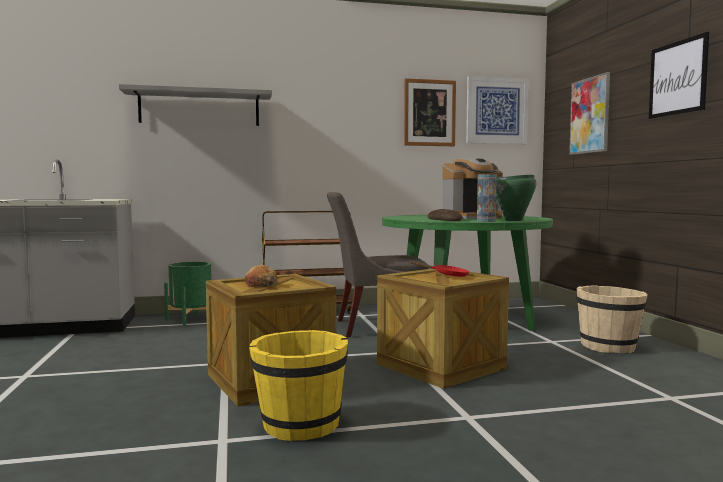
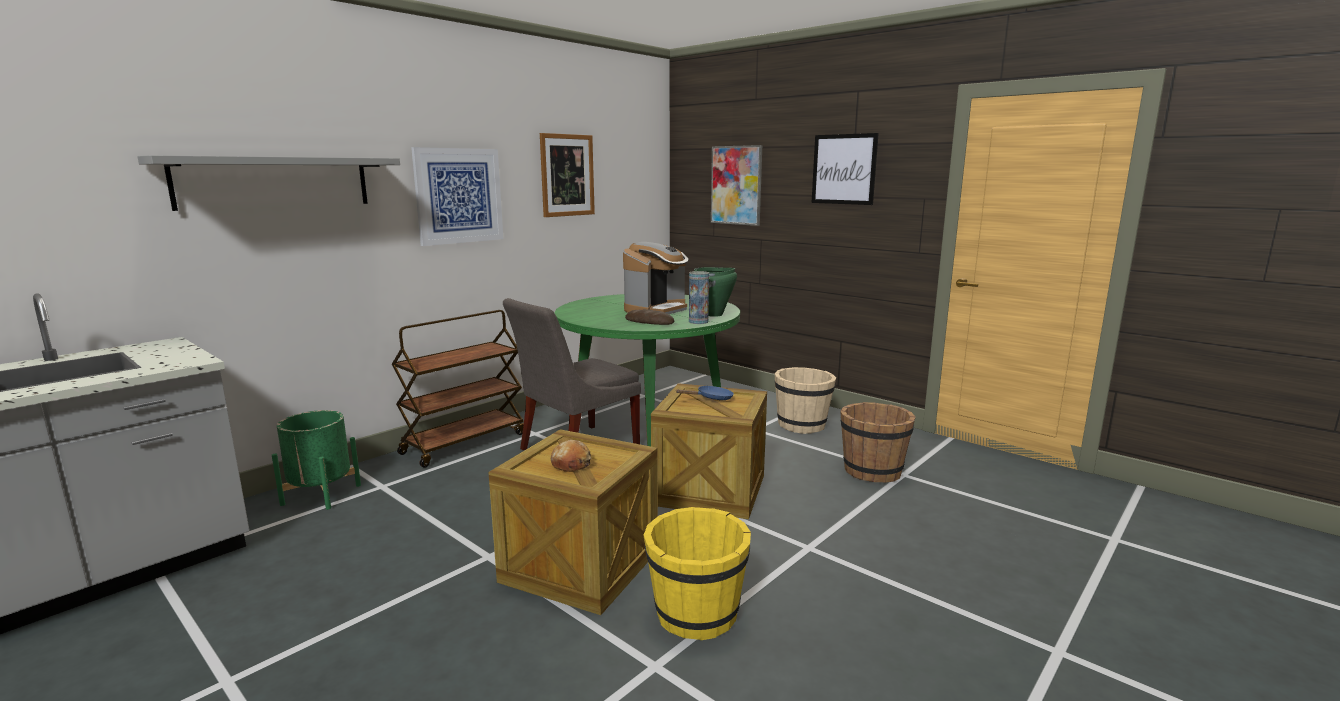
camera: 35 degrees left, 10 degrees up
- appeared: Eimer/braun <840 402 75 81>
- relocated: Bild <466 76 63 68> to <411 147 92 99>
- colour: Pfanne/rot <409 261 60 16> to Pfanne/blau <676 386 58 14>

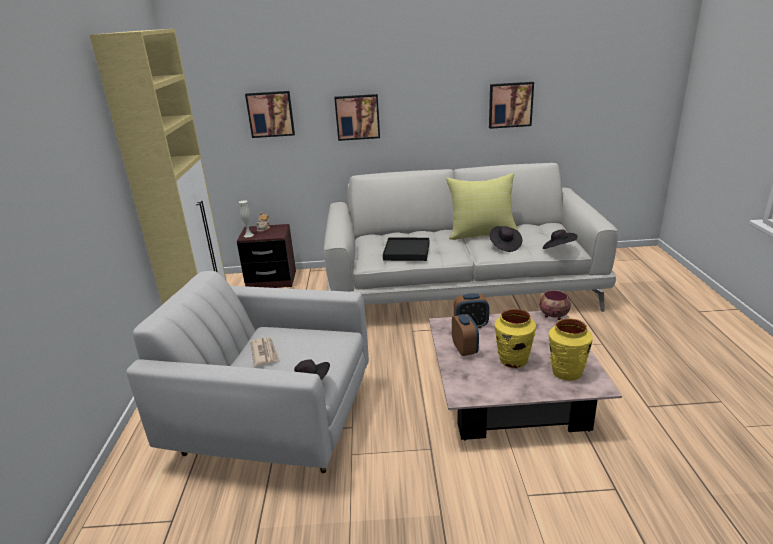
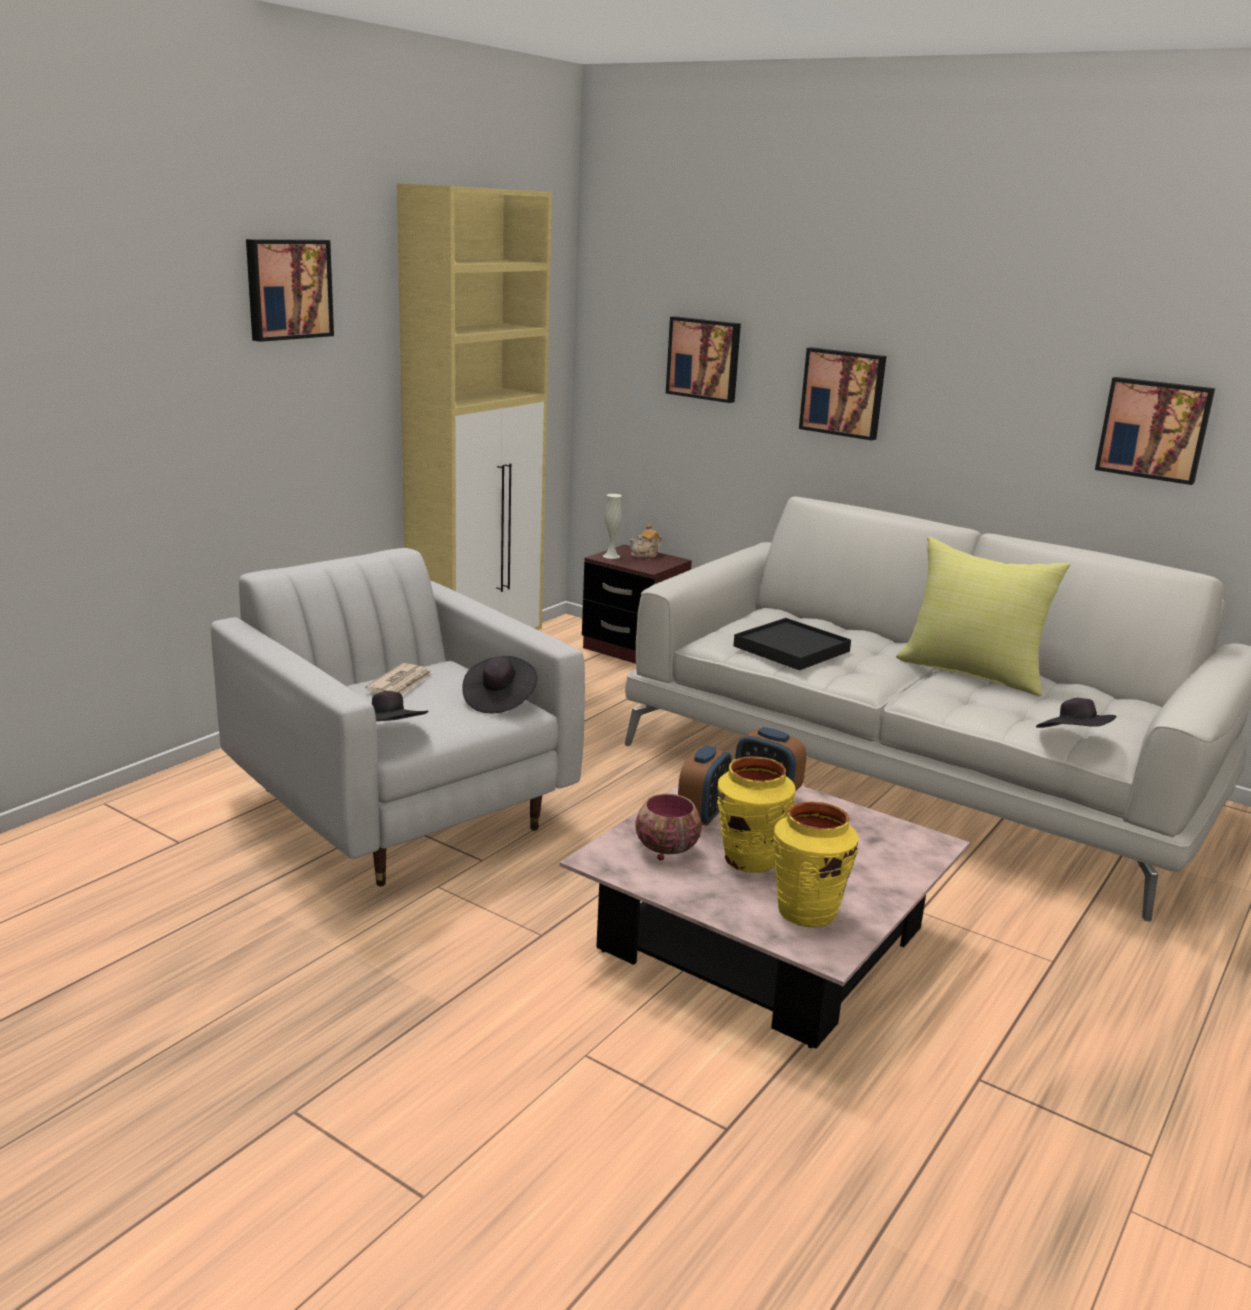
camera: 35 degrees right, 5 degrees down
- appeared: Bild <246 239 88 103>
- relocated: Hut/schwarz <489 226 33 26> to <462 656 76 57>
- relocated: Schüssel <539 290 32 30> to <635 794 67 66>

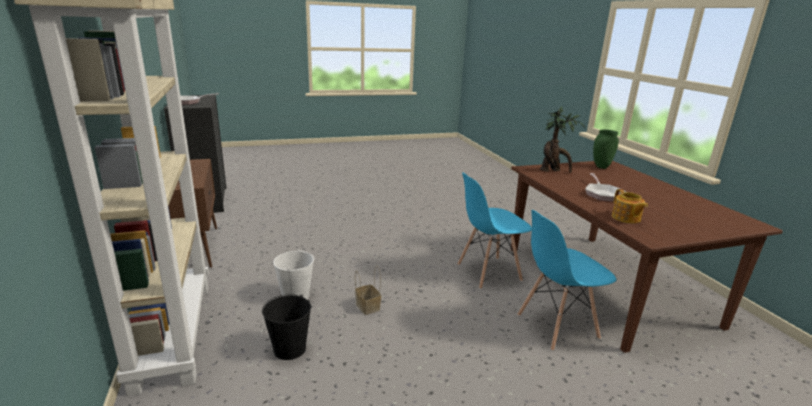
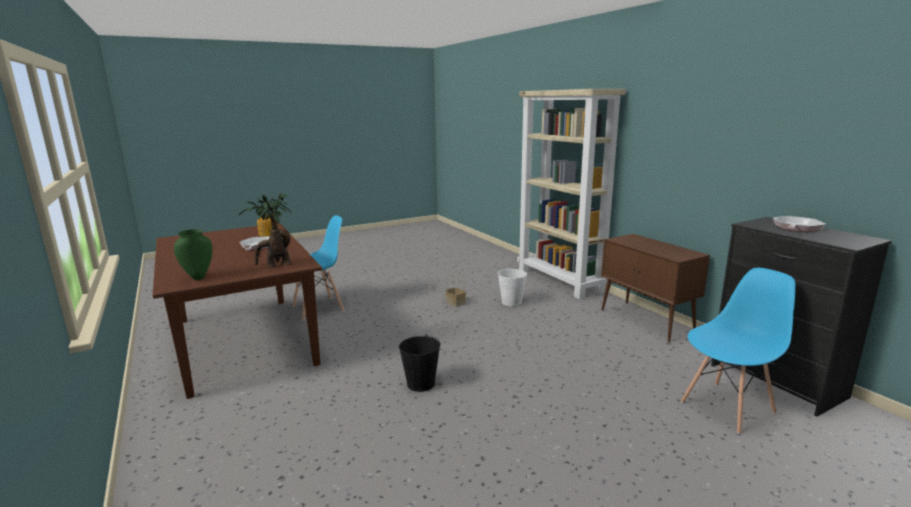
camera: 170 degrees right, 5 degrees down
- relocated: Eimer/schwarz <262 294 49 66> to <399 334 42 58>
- relocated: Stuhl/blau <458 172 74 117> to <681 268 115 166>

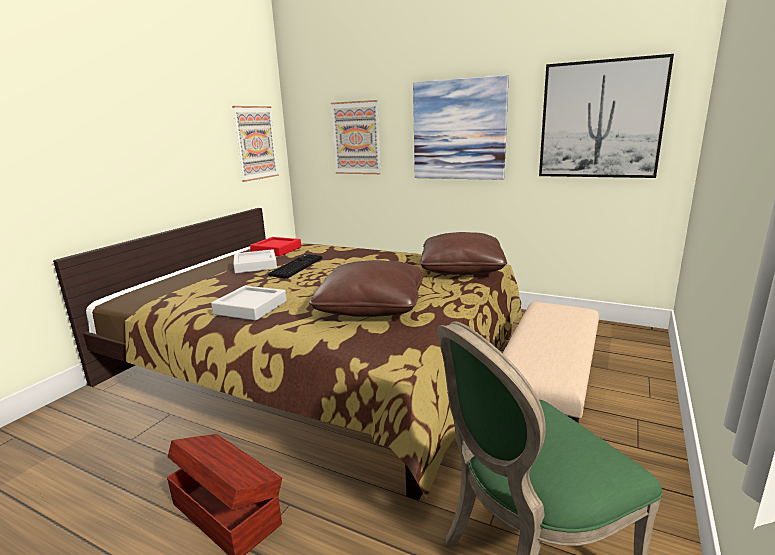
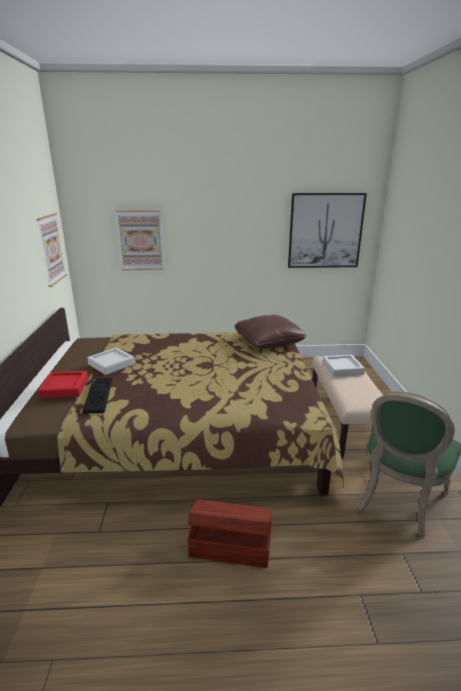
camera: 30 degrees left, 5 degrees up
- missing: Kissen/braun <309 260 115 57>
- missing: Bild <413 75 96 105>
- relocated: Tablett/grau <211 286 76 35> to <323 355 42 22>
- relocated: Tablett/rot <250 237 51 19> to <38 371 50 27>
- relocated: Tastatur <268 254 54 25> to <82 378 30 36>

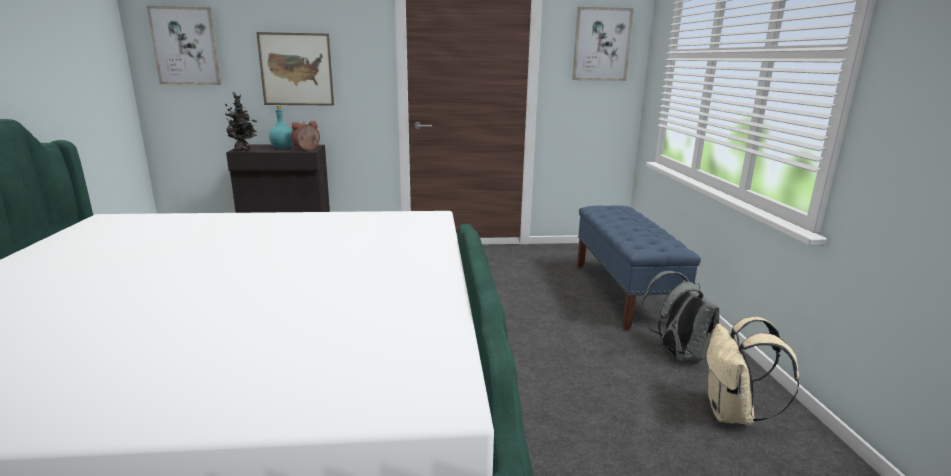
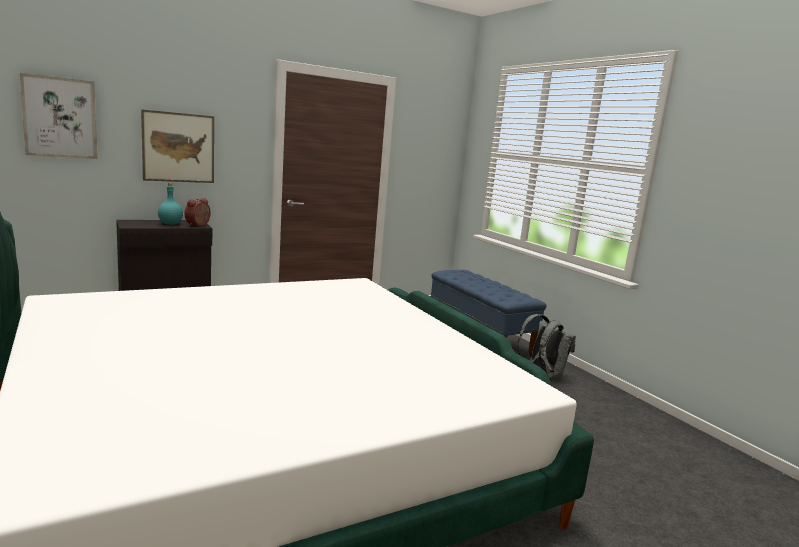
camera: 25 degrees left, 5 degrees down
- missing: Topfpflanze <222 92 35 59>
- missing: Bild <572 7 62 74>
- missing: Rucksack/beige <706 317 93 108>

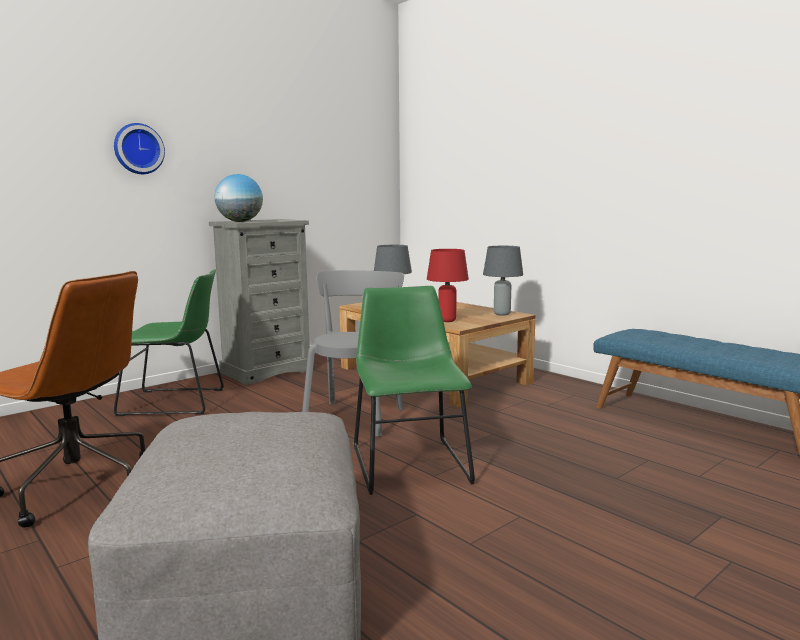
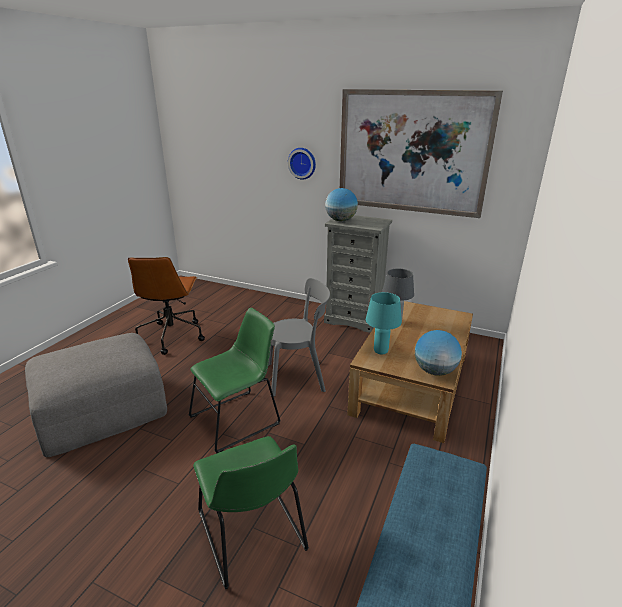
camera: 65 degrees right, 15 degrees up
- appeared: Bild <340 89 163 129>
- relocated: Stuhl/grün <113 269 111 147> to <193 436 116 154>
- exchanged: Tischlampe/grau <483 246 40 70> to Globus <415 330 47 46>
- colour: Tischlampe/rot <427 249 42 73> to Tischlampe/türkis <366 292 36 63>

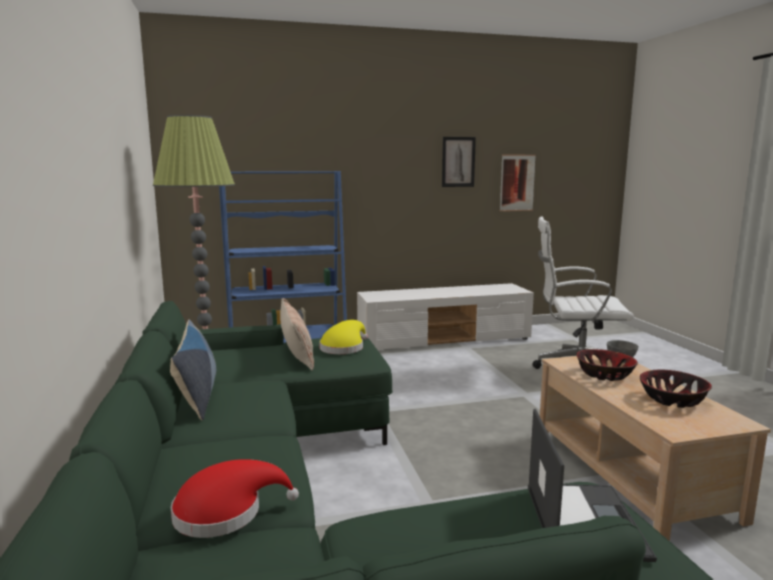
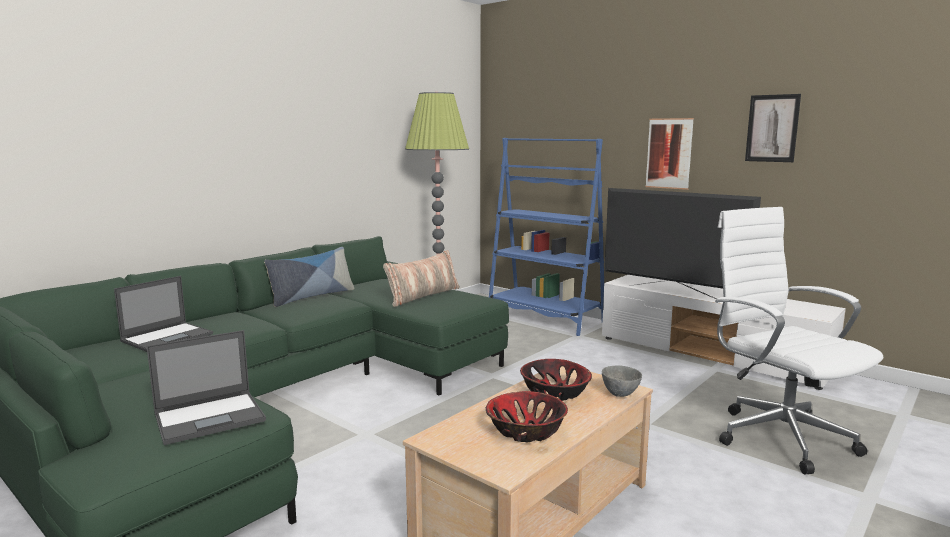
camera: 55 degrees right, 0 degrees up
- missing: Hut/gelb <319 320 49 34>
- appeared: Fernseher <604 188 157 111>
- relocated: Bild <500 155 36 56> to <645 118 49 72>
- exchanged: Hut/rot <171 459 128 79> to Laptop <114 276 99 76>

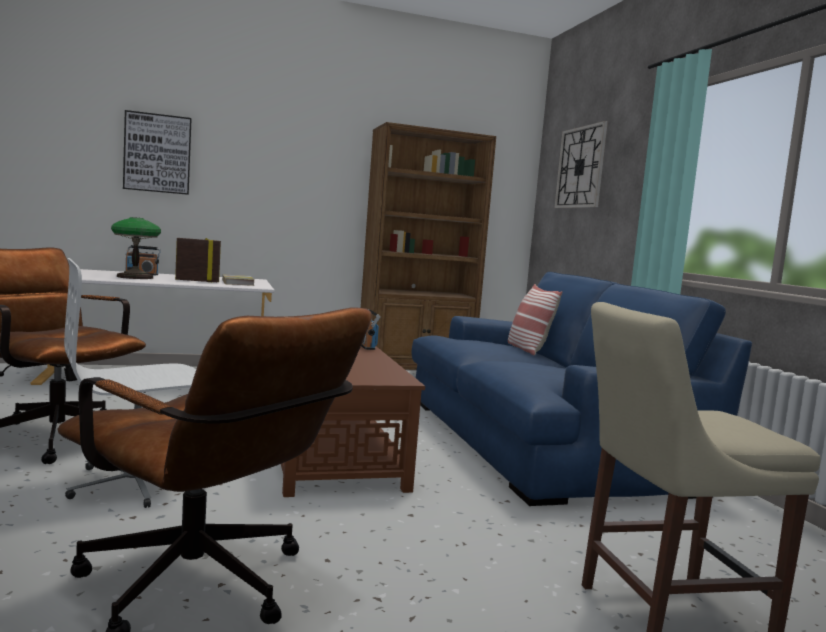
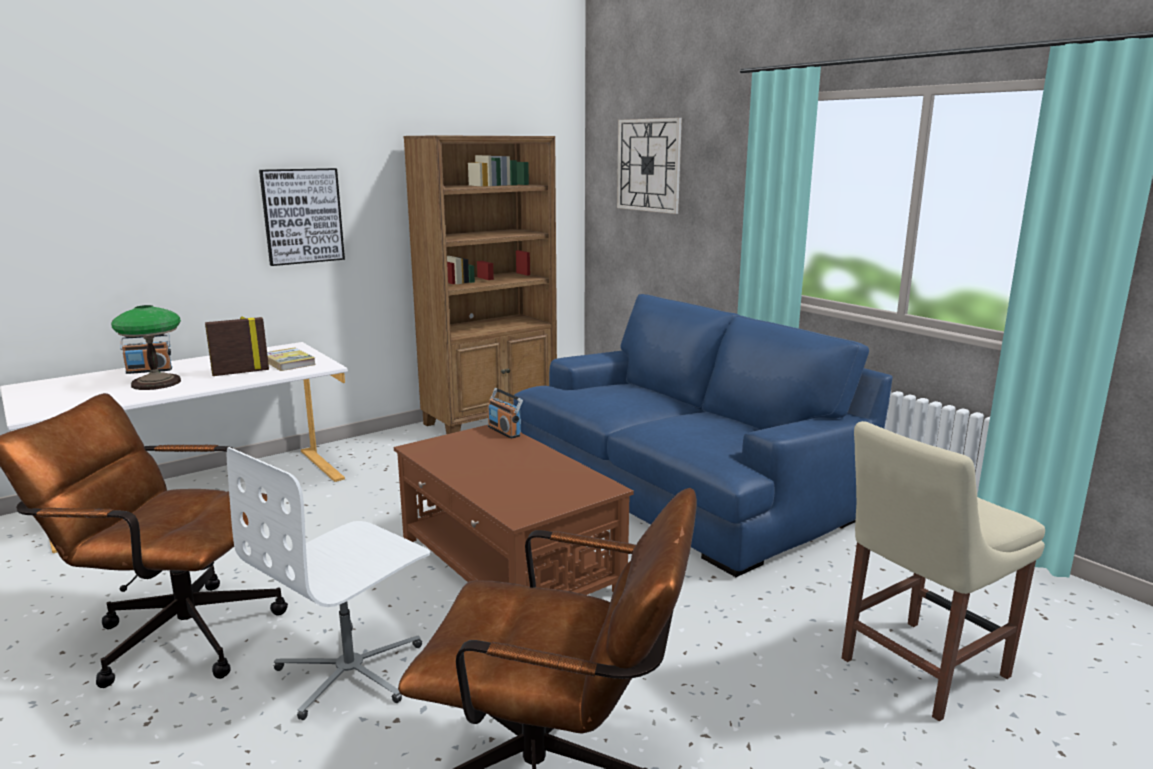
camera: 20 degrees left, 10 degrees up
- missing: Kissen <508 284 54 72>
- relocated: Bild <123 110 69 85> to <259 168 86 98>

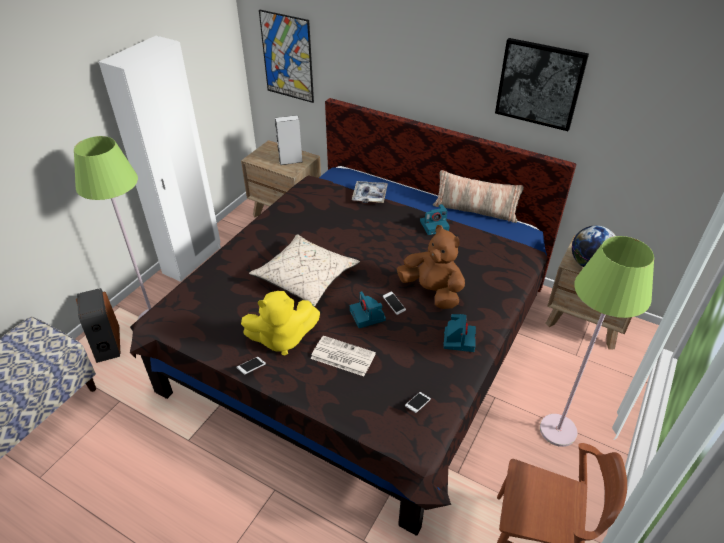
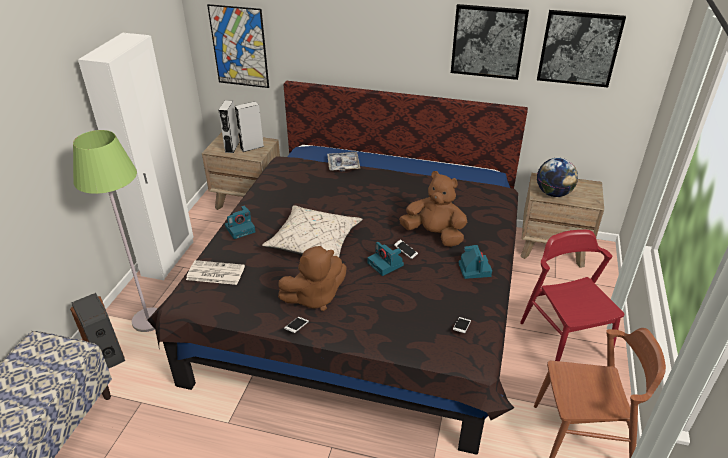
camera: 15 degrees left, 5 degrees down
- missing: Kissen <433 170 91 53>
- appeared: Lautsprecher/grau <219 100 20 53>
- appeared: Bild <537 10 89 77>
- relocated: Zeitung <310 336 66 40> to <186 260 59 25>
- relocated: Kamera <420 204 29 31> to <225 206 30 33>
- exchanged: Stehlampe/grün <540 236 114 211> to Stuhl/rot <520 230 104 131>
- colour: Plüschtier/gelb <241 291 79 65> to Plüschtier/braun <278 246 68 65>

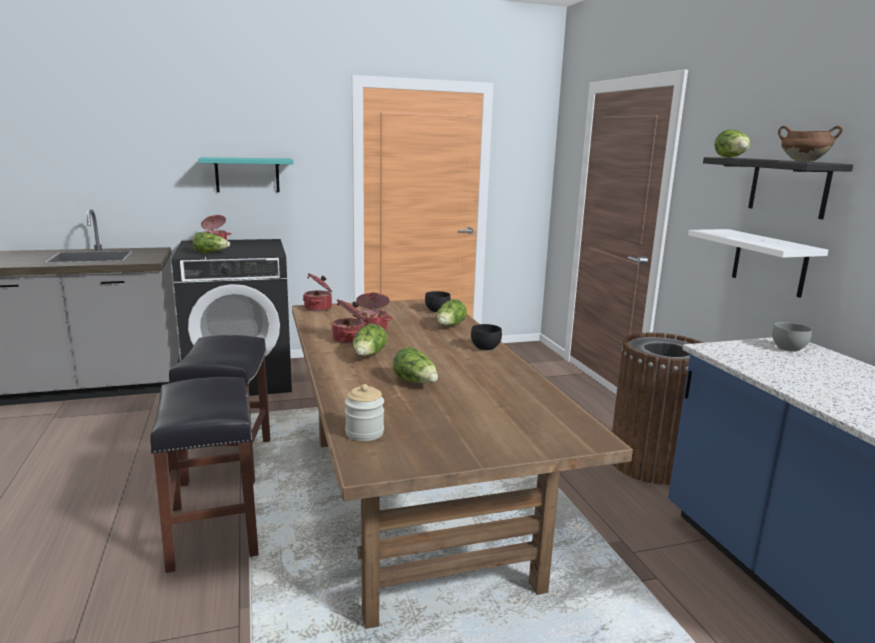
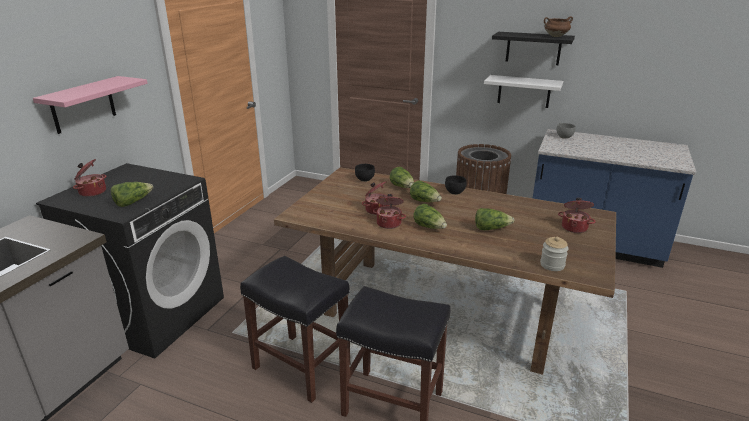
camera: 50 degrees left, 10 degrees up
- relocated: Kochtopf <303 273 29 38> to <558 198 38 35>
- relocated: Salatkopf <714 129 36 29> to <410 180 32 22>
- colour: Wandregal/türkis <198 157 96 35> to Wandregal/rosa <33 76 115 58>

